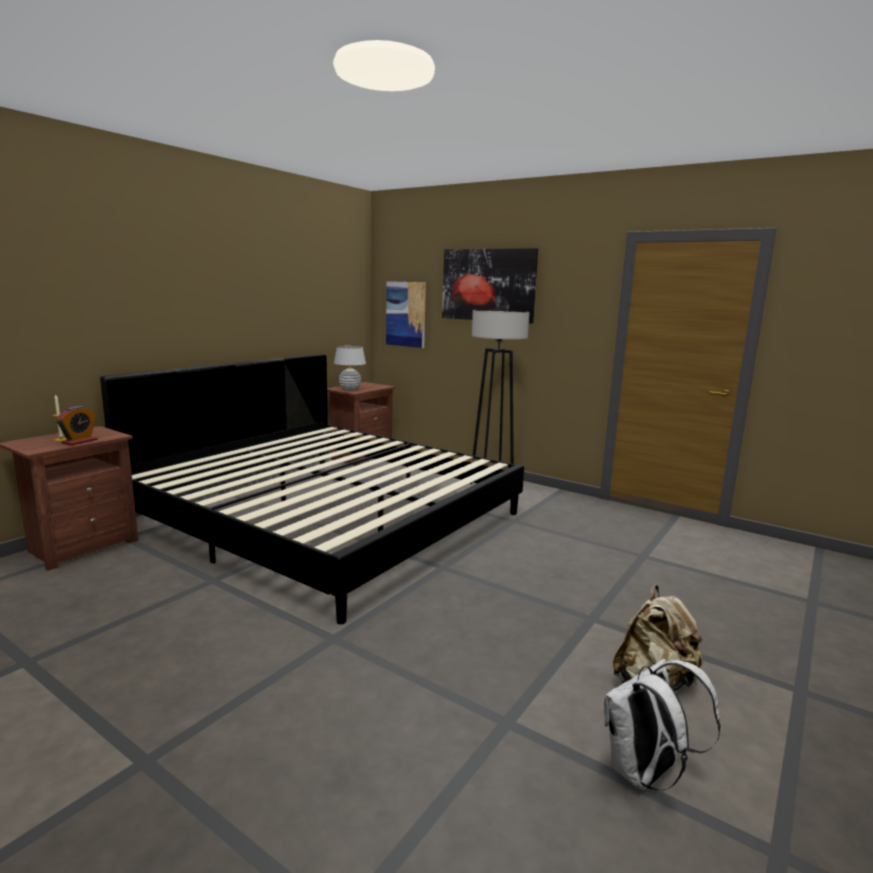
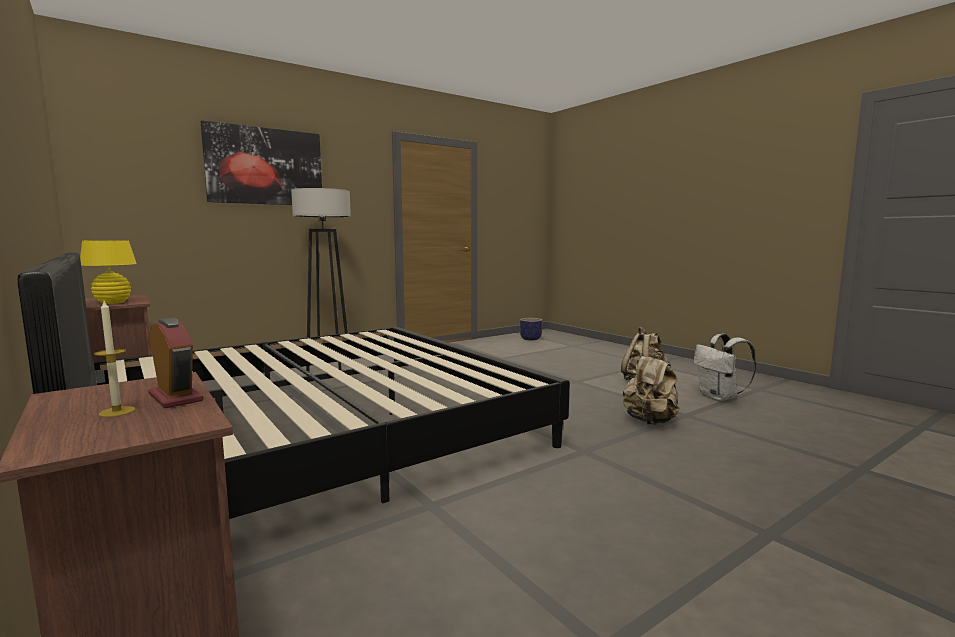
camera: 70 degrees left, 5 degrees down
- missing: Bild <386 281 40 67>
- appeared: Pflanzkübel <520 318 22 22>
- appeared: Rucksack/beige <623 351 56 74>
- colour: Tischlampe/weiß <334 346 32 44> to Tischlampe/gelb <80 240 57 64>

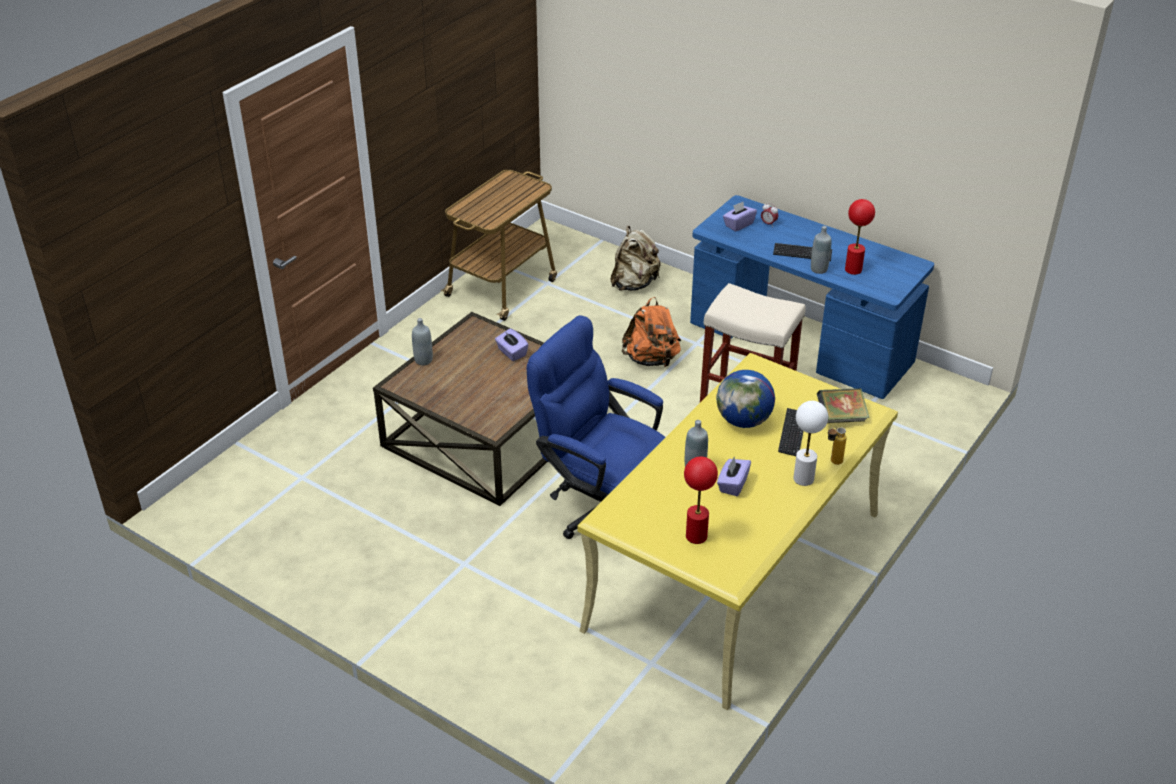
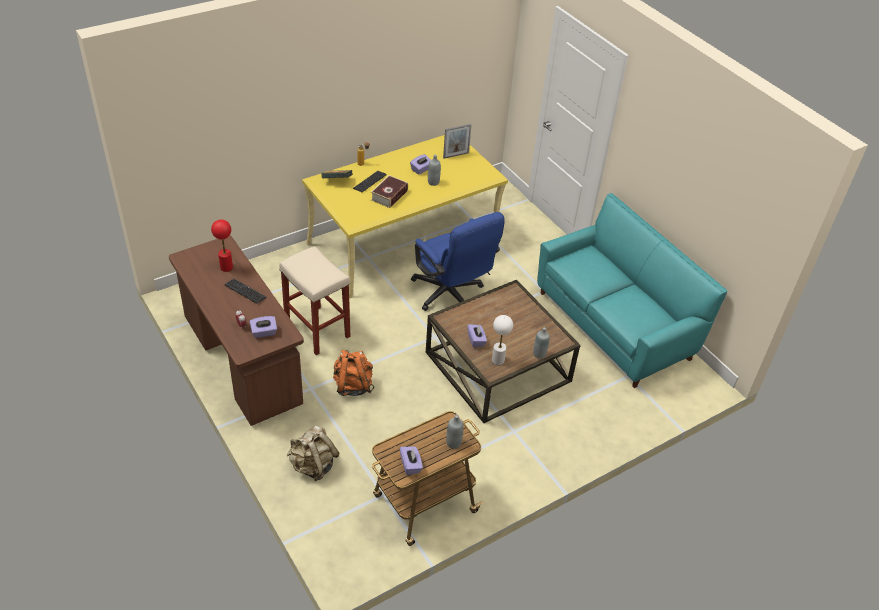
camera: 160 degrees left, 5 degrees up
- appeared: Taschentuchbox/lila <400 447 23 28>
- appeared: Sofa/türkis <537 193 191 195>
- relocated: Tischlampe/weiß <793 401 35 85> to <492 315 21 50>
- relocated: Flasche/grau <811 226 20 48> to <446 415 18 34>
- exchanged: Tischlampe/rot <684 456 34 88> to Bilderrahmen <443 124 28 35>
- exchanged: Globus <716 370 59 58> to Buch <371 175 37 33>
- colour: Schreibtisch/blau <690 195 244 204> to Schreibtisch/braun <169 236 135 190>

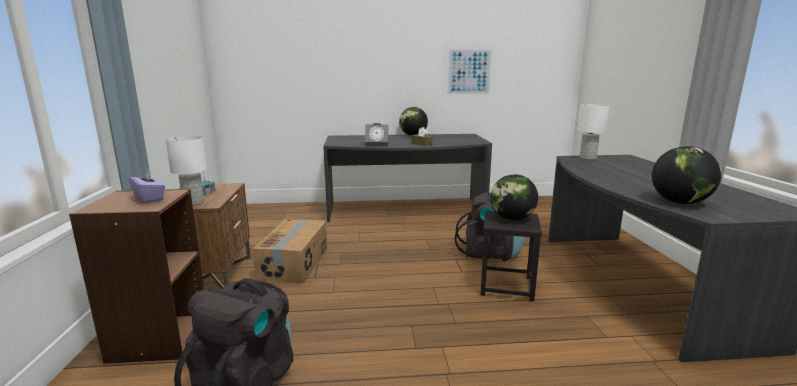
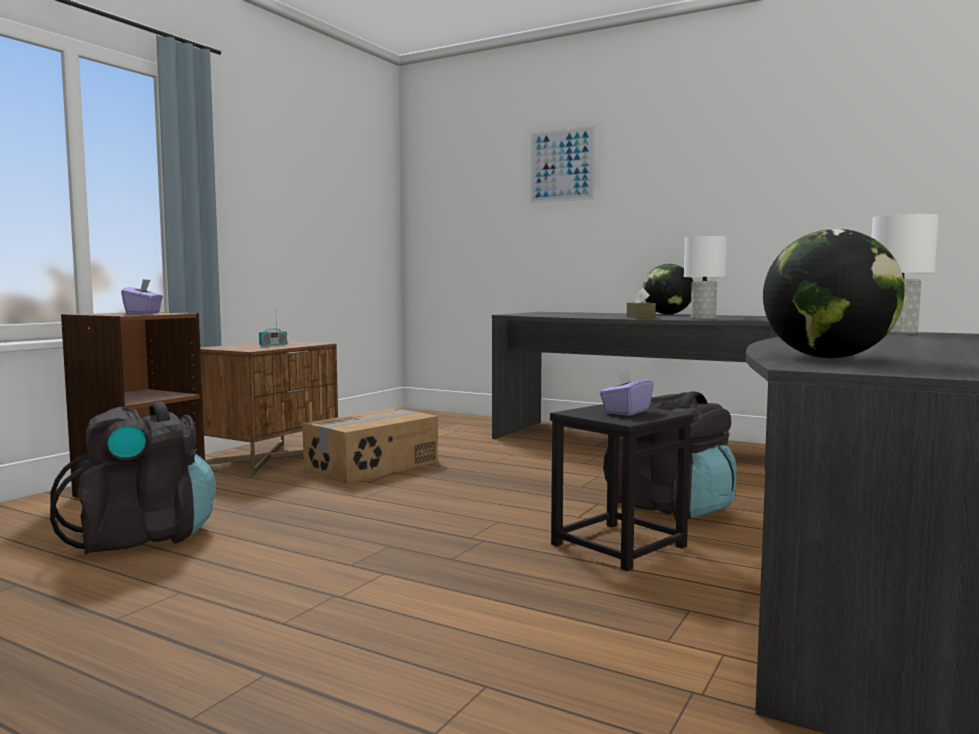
camera: 35 degrees right, 10 degrees down
- missing: Wecker <365 123 23 23>
- relocated: Tischlampe/weiß <165 136 42 70> to <684 236 43 84>
- relocated: Bild <448 49 44 45> to <530 126 65 77>
- exchanged: Globus <491 174 47 46> to Taschentuchbox/lila <600 369 54 47>

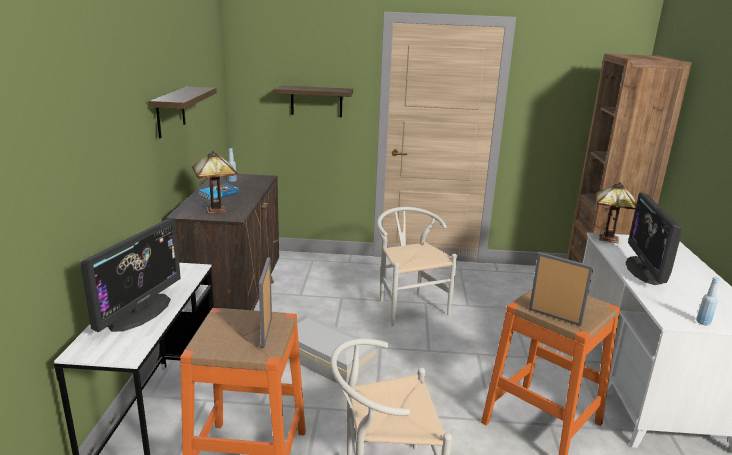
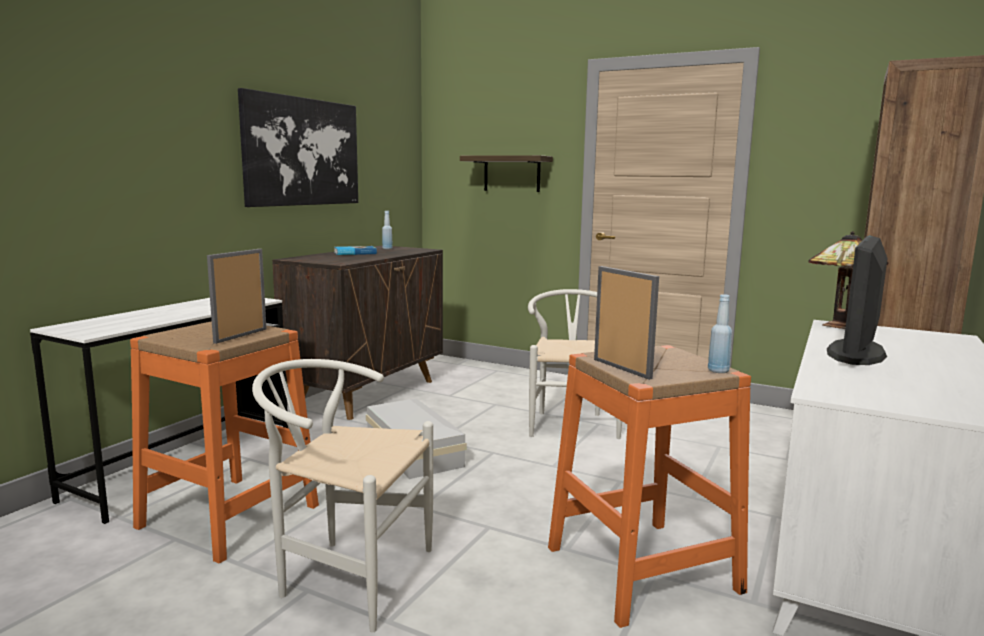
camera: 25 degrees right, 10 degrees down
- missing: Monitor <81 218 100 114>
- missing: Tischlampe <192 151 46 63>
- relocated: Flasche/blau <696 277 24 48> to <708 294 24 79>
- exchanged: Wandregal <149 86 68 52> to Bild <238 88 120 119>

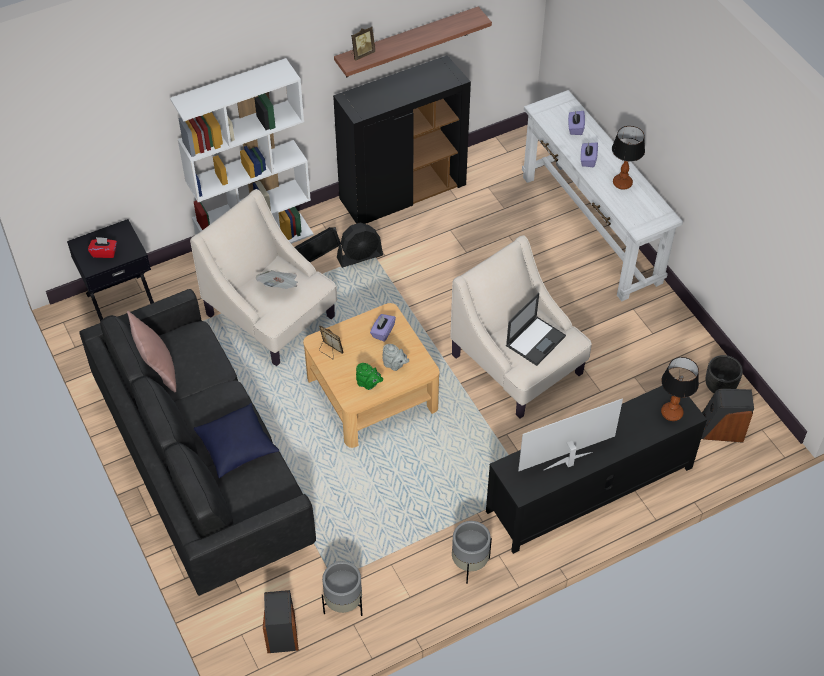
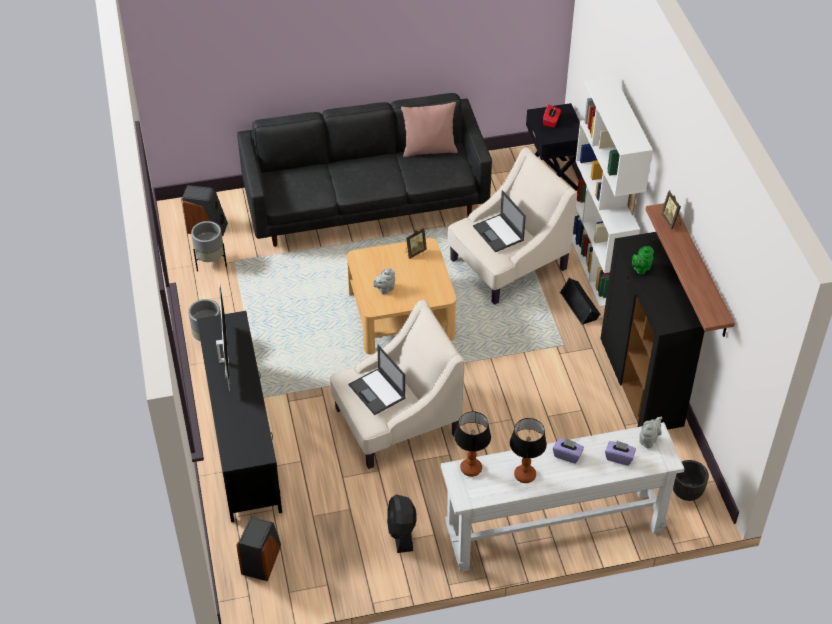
camera: 105 degrees right, 5 degrees down
- missing: Kissen/blau <194 403 85 75>
- missing: Taschentuchbox/lila <370 314 26 28>
- appeared: Teekanne/grau <639 417 23 32>
- relocated: Ventilator/schwarz <337 223 46 45> to <387 494 30 59>
- relocated: Teekanne/grün <356 363 27 27> to <632 246 22 28>
- relocated: Tischlampe <661 357 38 64> to <454 411 37 66>
- relocated: Pflanzkübel/schwarz <706 355 37 38> to <673 460 36 41>
- exchanged: Zeitung <256 270 42 19> to Laptop <473 190 53 62>

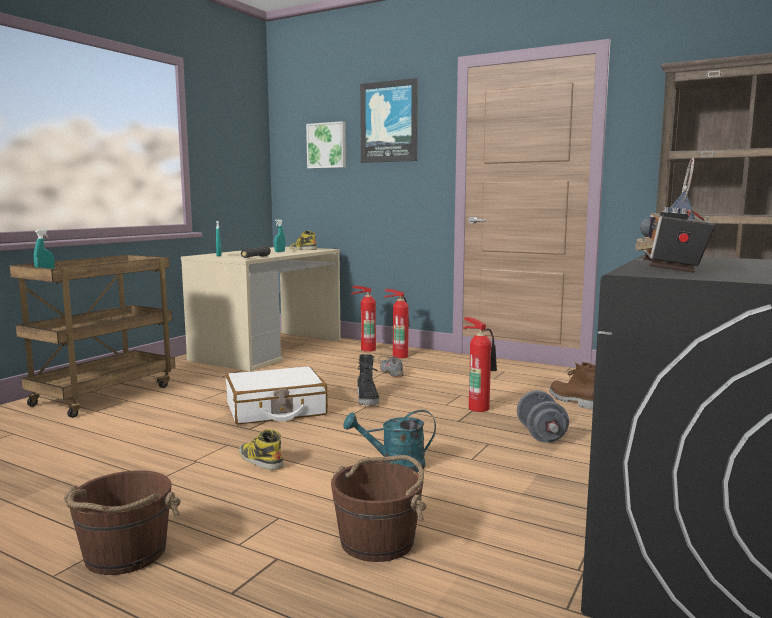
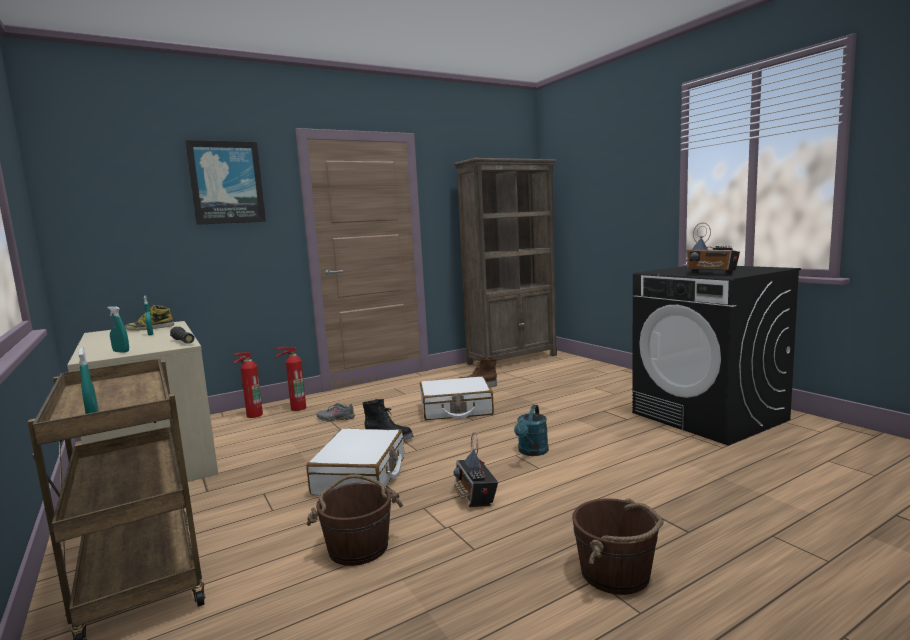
camera: 60 degrees left, 0 degrees up
- missing: Bild <306 121 40 48>
- missing: Hantel/grau <517 390 52 53>
- relocated: Eimer/braun <331 455 95 107> to <306 474 97 92>
- exchanged: Stiefel <239 429 45 41> to Radio <453 432 45 75>
- exchanged: Feuerlöscher <463 317 34 95> to Koffer/weiß <420 377 74 43>

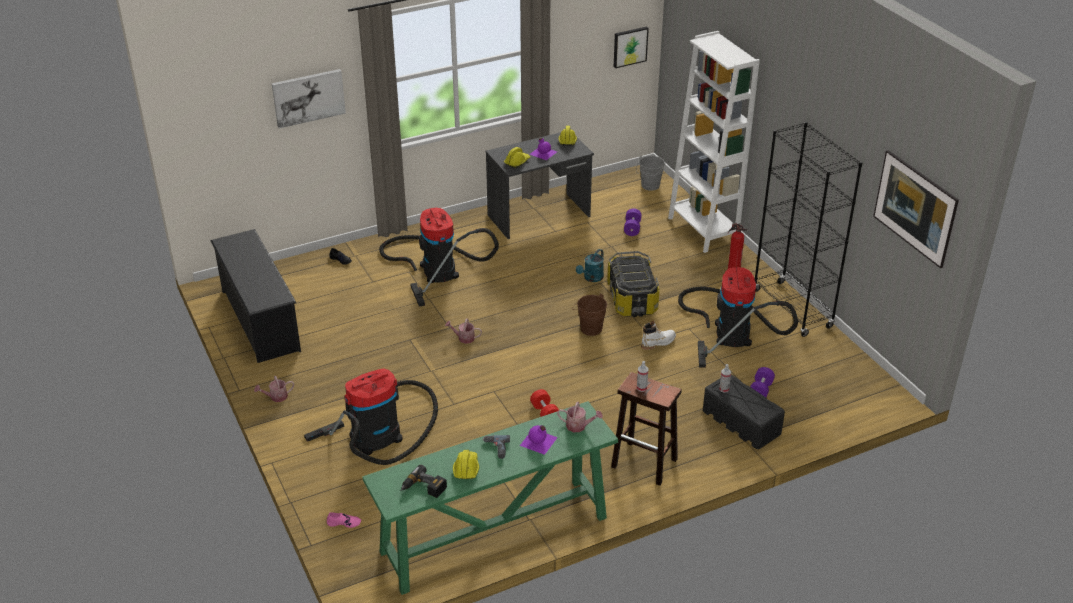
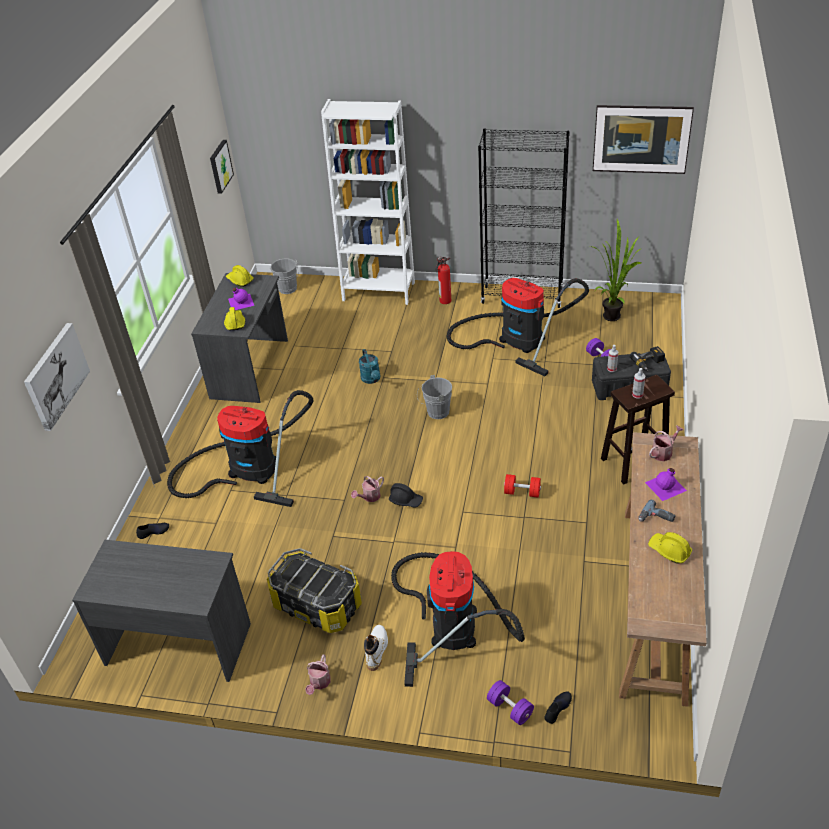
camera: 50 degrees left, 5 degrees up
- appeared: Schutzhelm/schwarz <389 483 34 25>
- appeared: Topfpflanze <590 219 52 102>
- relocated: Bohrmaschine <401 465 46 33> to <630 346 35 25>
- relocated: Aufbewahrungsbox <607 251 53 66> to <267 548 95 85>
- relocated: Hantel/lila <624 208 18 28> to <487 680 47 45>
- relocated: Stiefel/weiß <641 321 35 29> to <364 625 24 46>
- exchanged: Schuhregal/schwarz <210 229 91 134> to Schreibtisch/grau <72 540 179 142>
- colour: Schuh/rosa <327 512 34 16> to Schuh/schwarz <544 691 28 33>
- colour: Konsolentisch/grün <363 401 255 194> to Konsolentisch/braun <619 432 88 275>
- colour: Eimer/braun <572 293 35 43> to Eimer/grau <417 375 35 44>

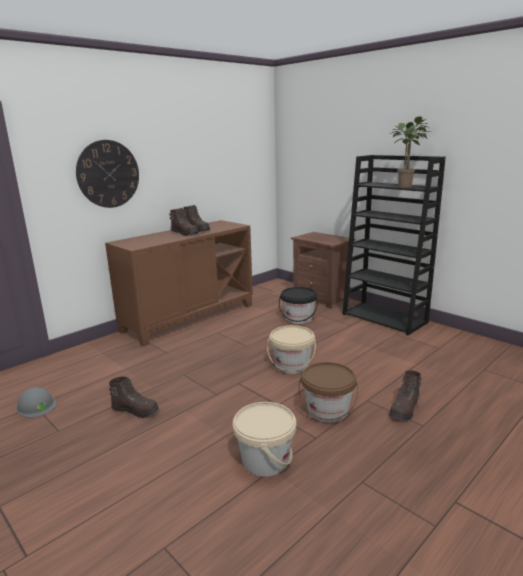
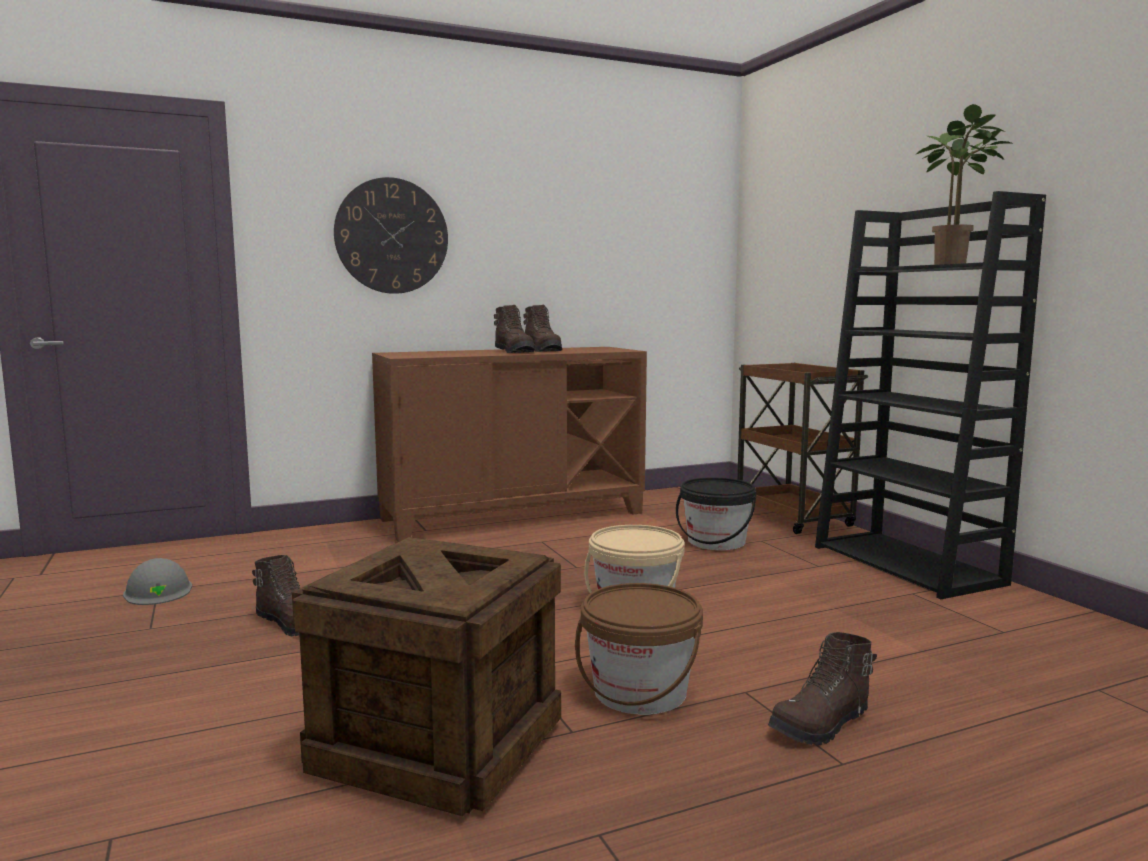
camera: 20 degrees right, 10 degrees down
- exchanged: Eimer/beige <233 402 63 74> to Kiste <292 537 269 279>
- exchanged: Nachttisch/braun <291 232 64 76> to Rollwagen/braun <737 363 131 171>

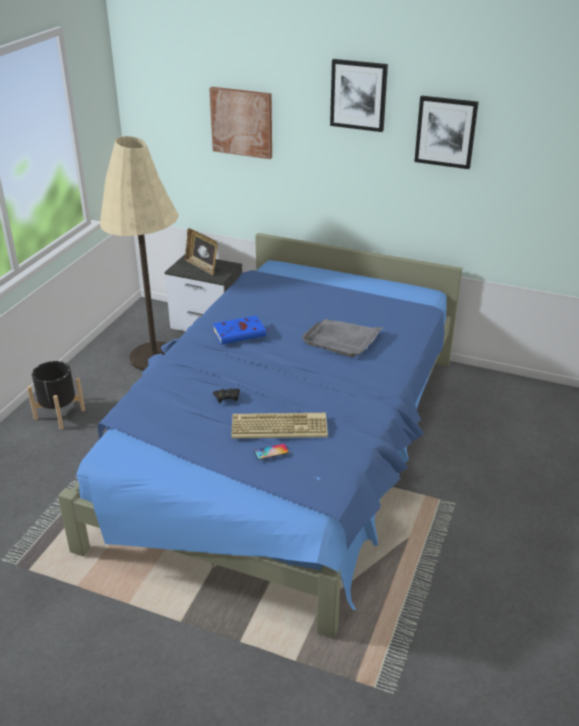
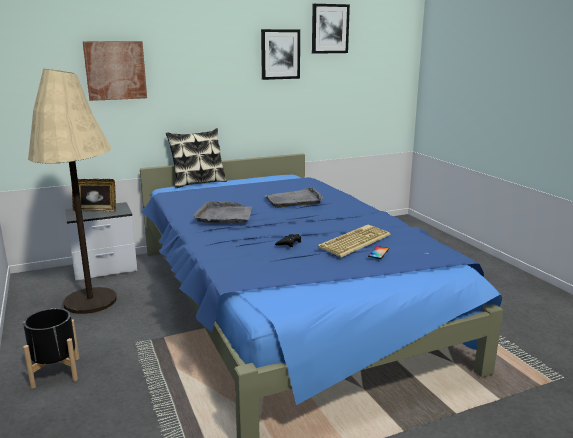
camera: 45 degrees left, 15 degrees down
- appeared: Kissen <166 128 61 60>
- relocated: Bild <330 59 58 73> to <312 4 38 50>
- exchanged: Buch/blau <213 315 58 30> to Tablett/grau <193 201 59 22>

